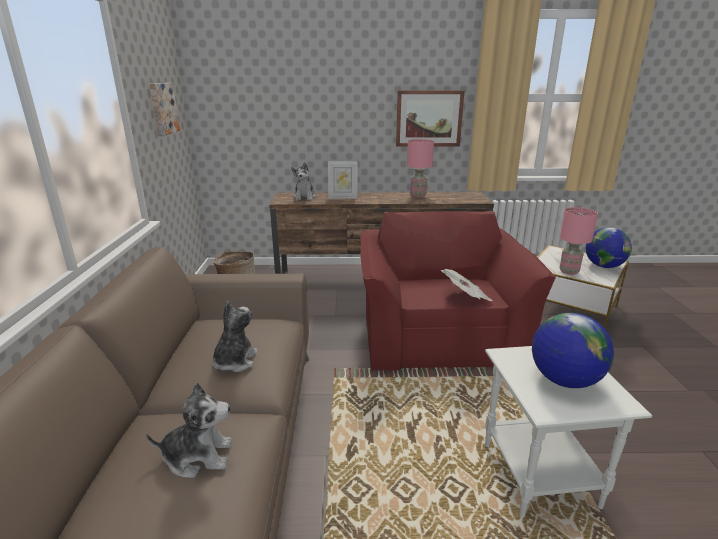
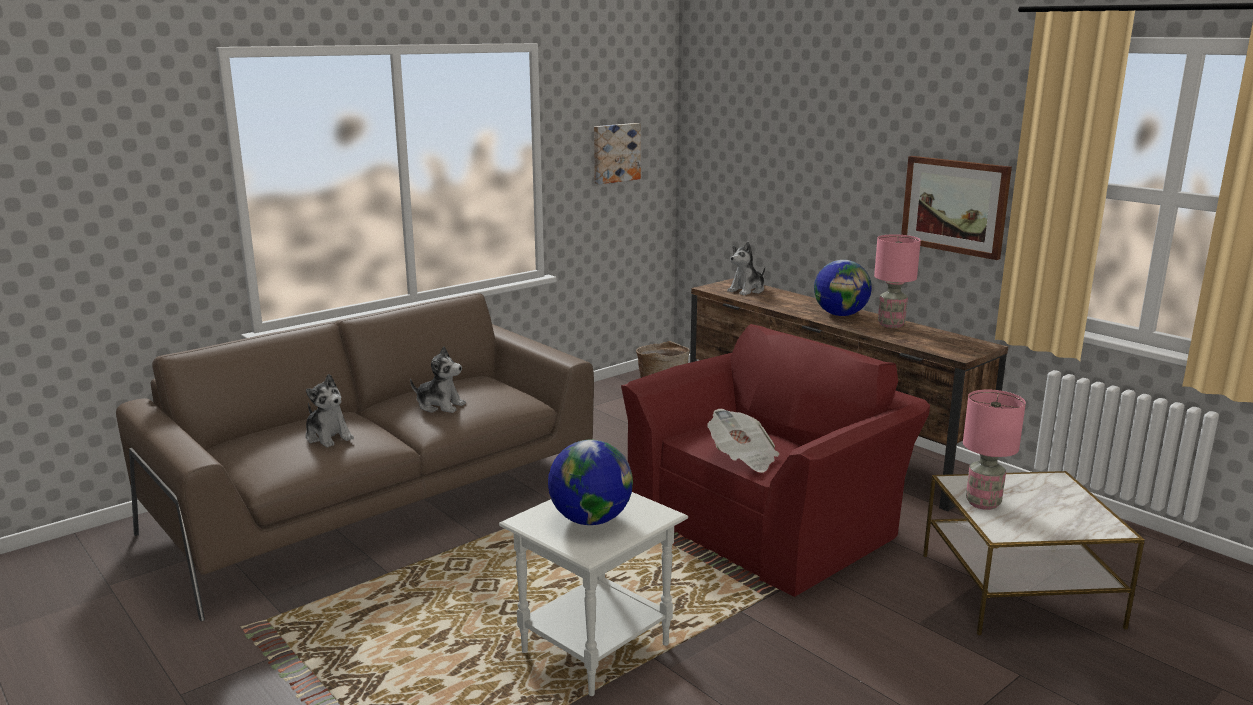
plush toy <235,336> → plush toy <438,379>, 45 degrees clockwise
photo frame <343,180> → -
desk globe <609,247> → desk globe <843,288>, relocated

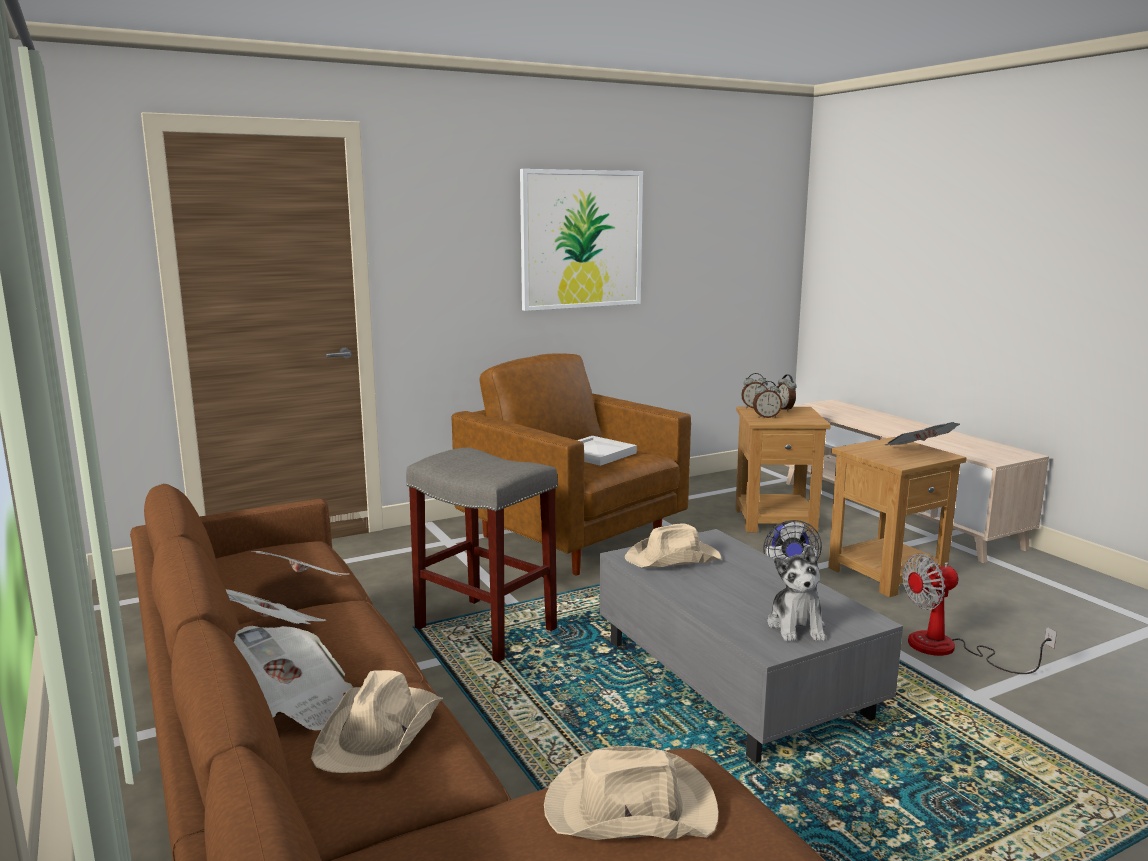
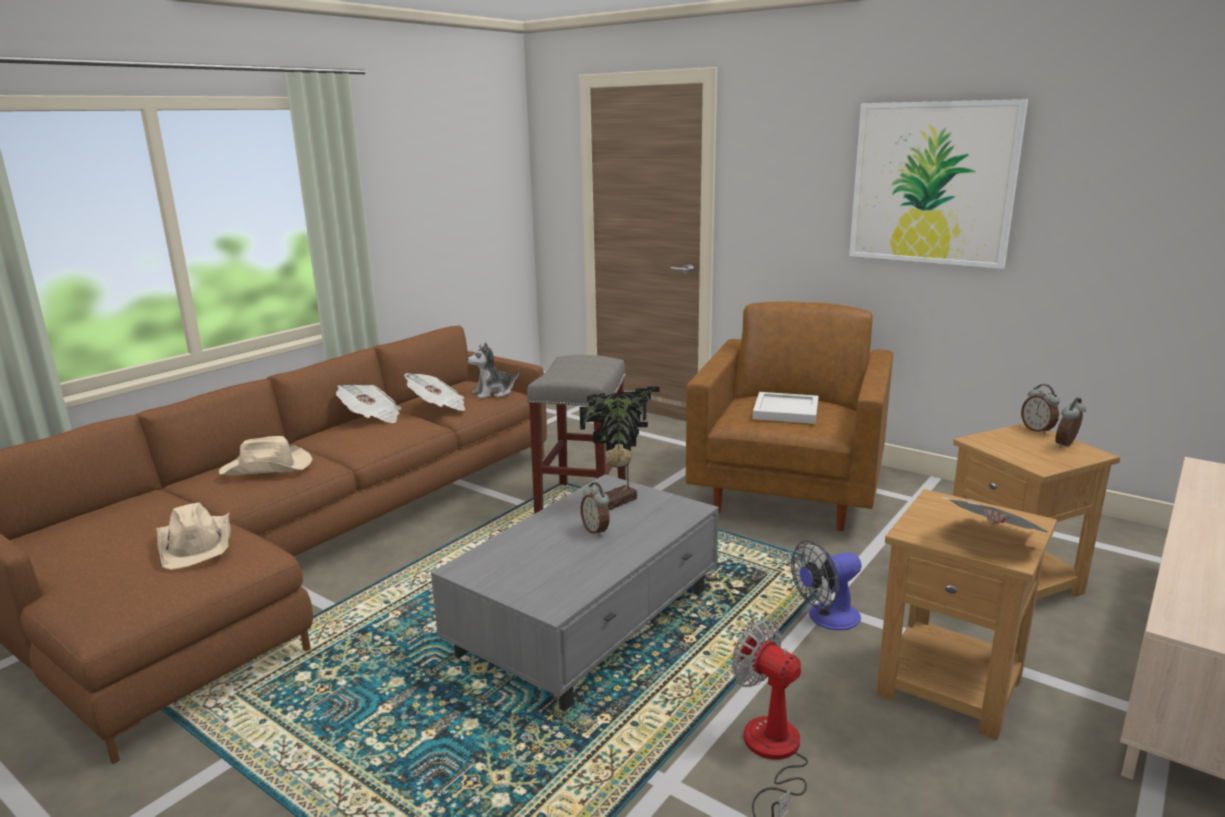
printed paper <293,678> → -
hat/beige-coloured <673,545> → plant in a pot <619,448>
alarm clock <767,399> → alarm clock <595,509>, relocated
plush toy <797,593> → plush toy <493,370>, relocated

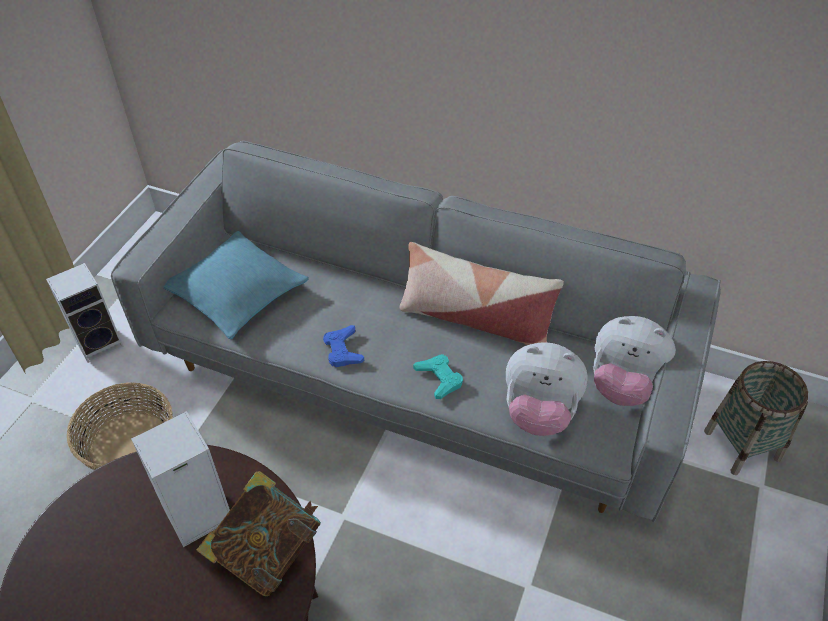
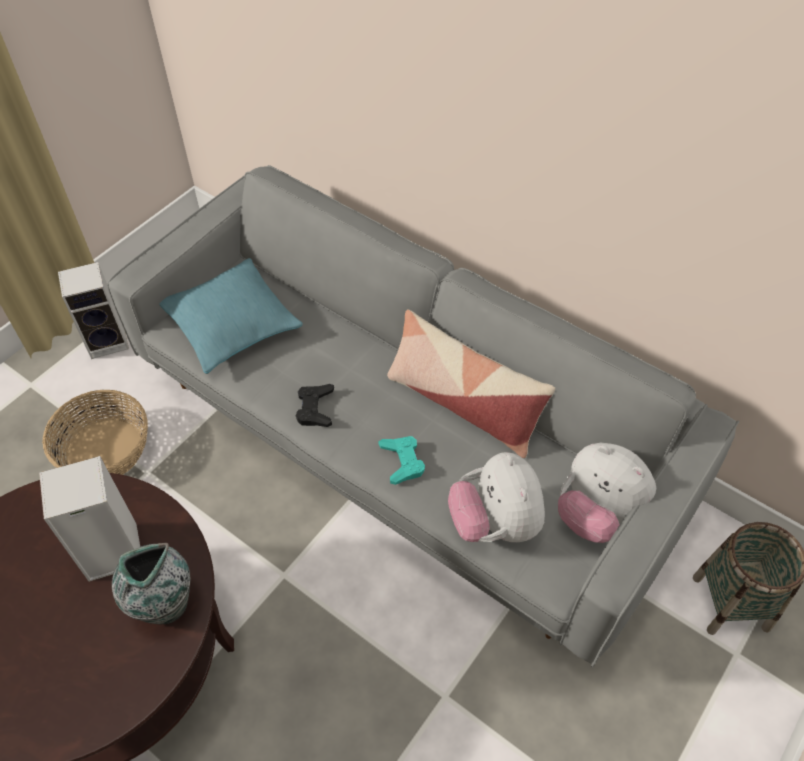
book <259,533> → decorative vase <151,583>
gamepad/blue <343,346> → gamepad/blackish <315,405>
plush toy <547,389> → plush toy <496,497>, 45 degrees clockwise

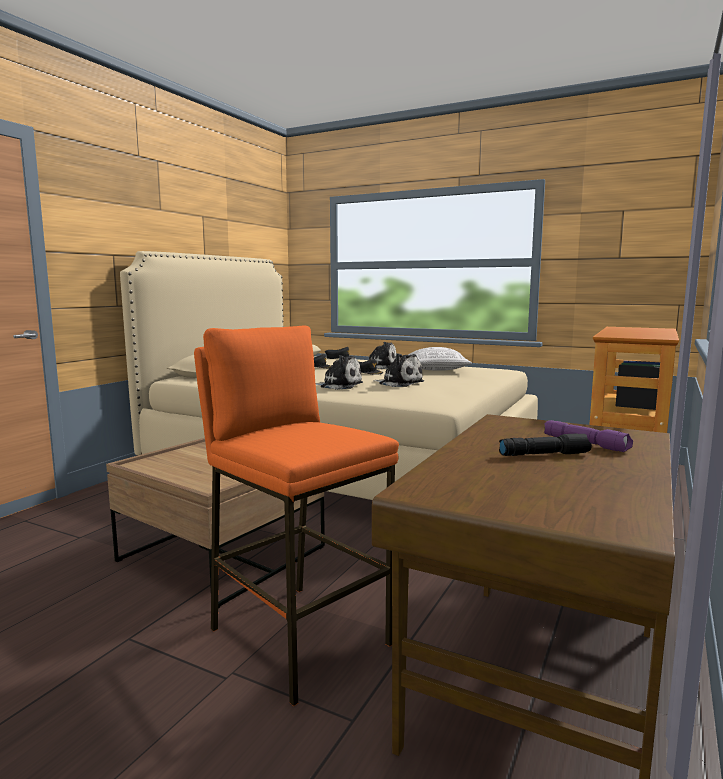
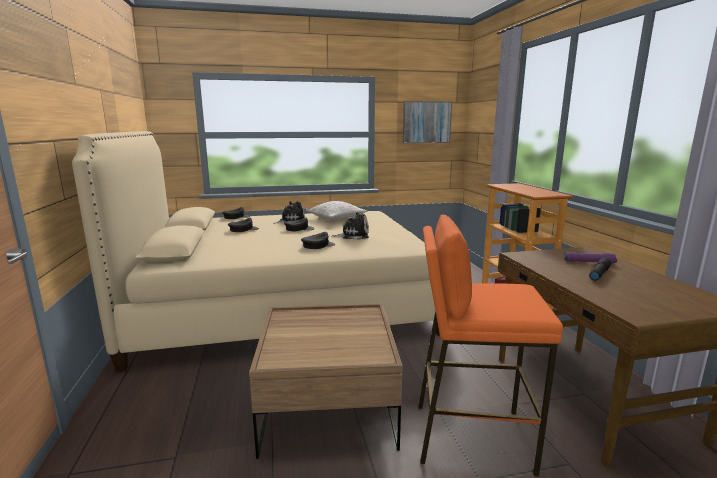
plush toy <339,372> → peaked cap/blackish <318,240>
- → picture <427,122>

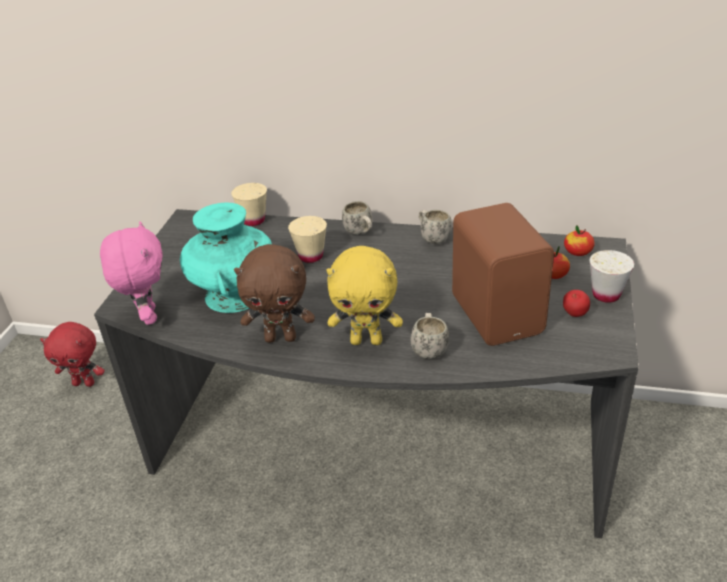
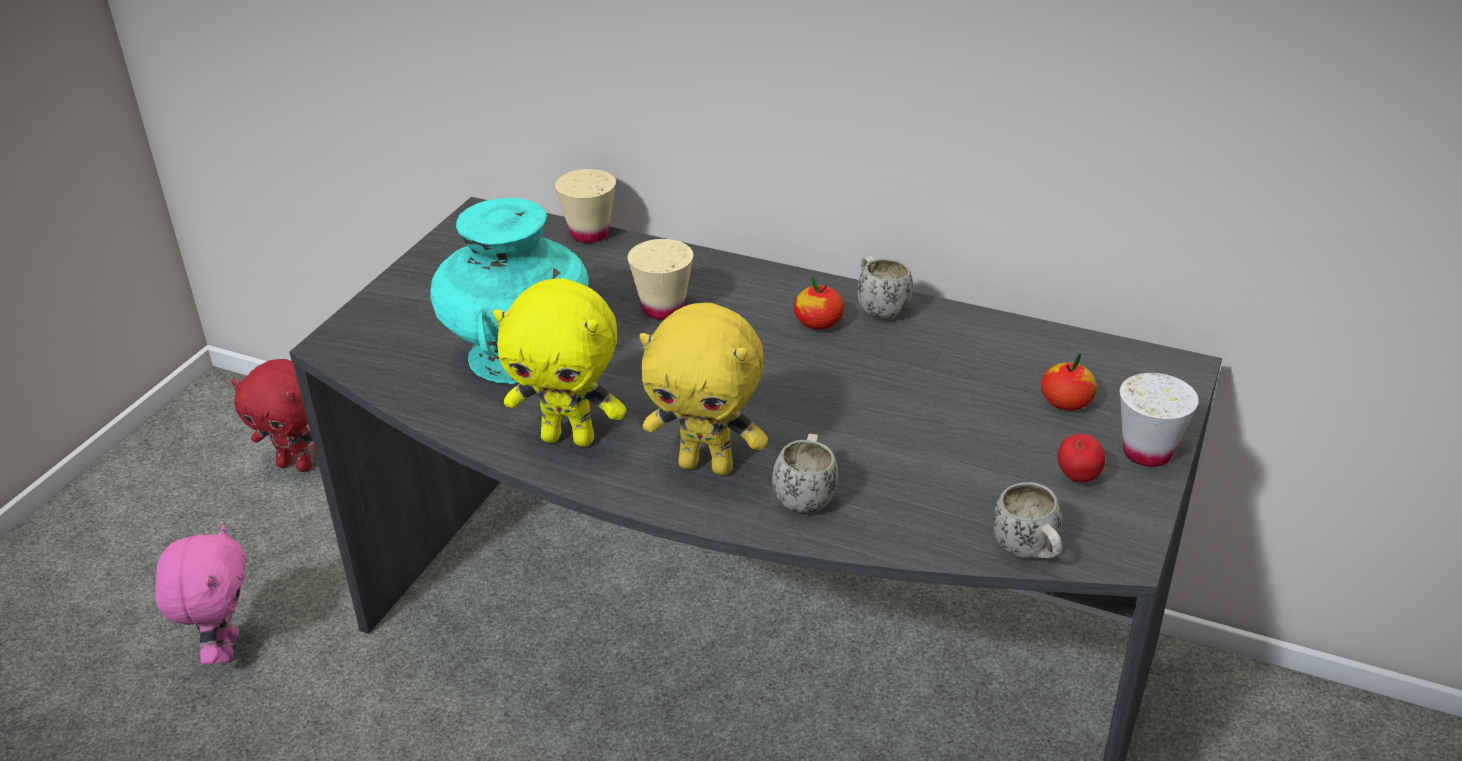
plush toy/pink-coloured <131,273> → plush toy/pink-coloured <200,595>, relocated
plush toy/brown <274,293> → plush toy/yellow <559,362>
coffee mug/white <357,218> → coffee mug/white <1028,520>, relocated
loudspeaker/brown <503,274> → -
apple fruit <579,240> → apple fruit <819,302>, relocated

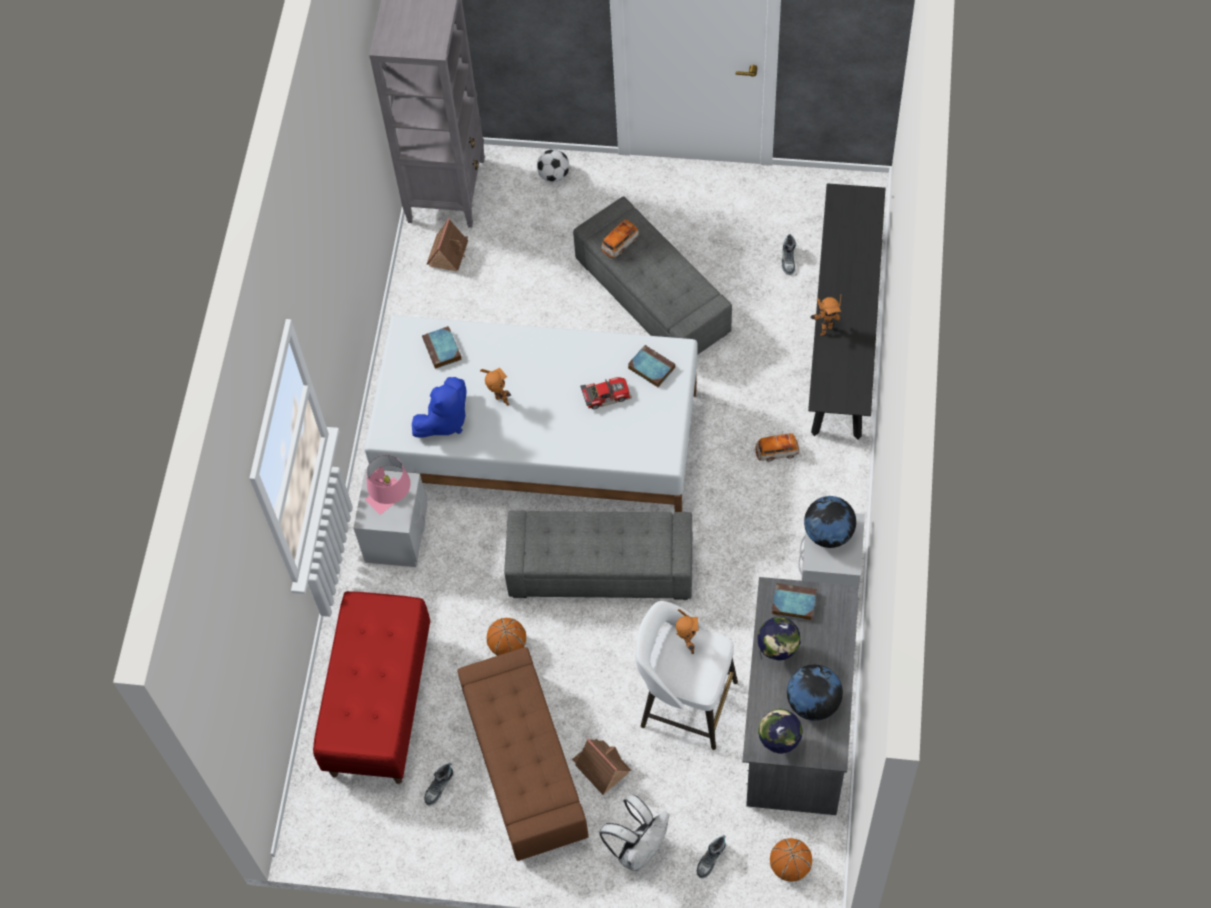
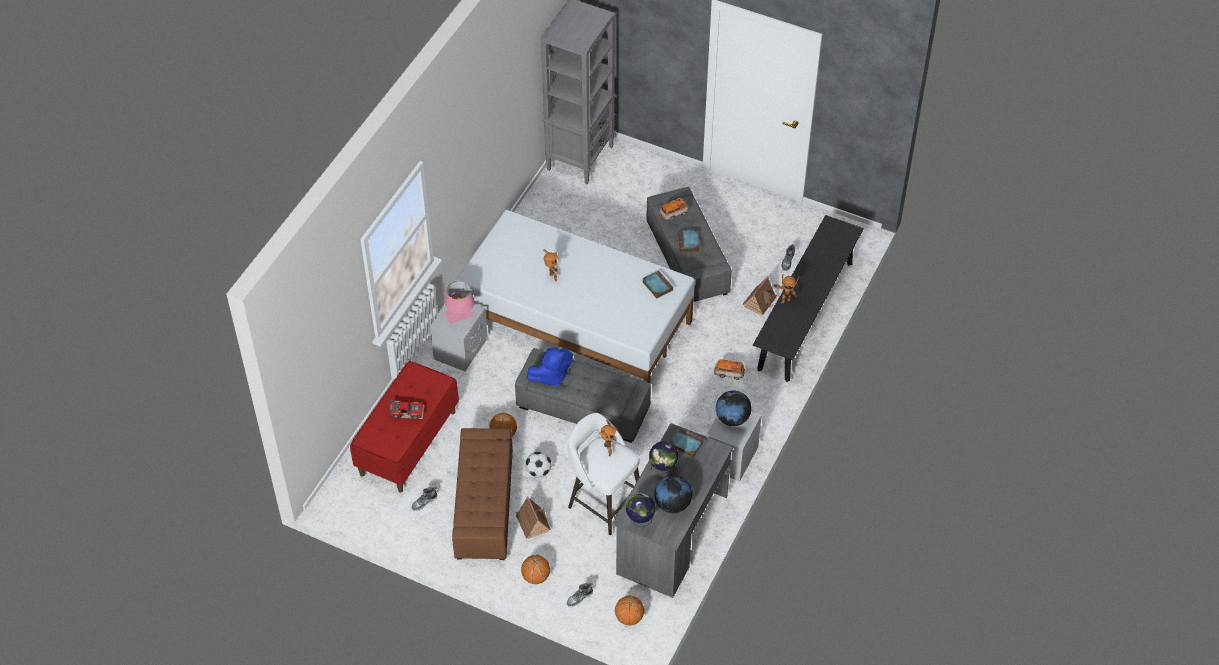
plush toy/blue <439,407> → plush toy/blue <550,367>, relocated
book <442,347> → book <688,241>, relocated
miniature house <447,244> → miniature house <759,296>, relocated
football <553,165> → football <538,464>, relocated
model car <606,393> → model car <407,409>, relocated
knapsack/white <634,833> → ball for basketball <535,569>

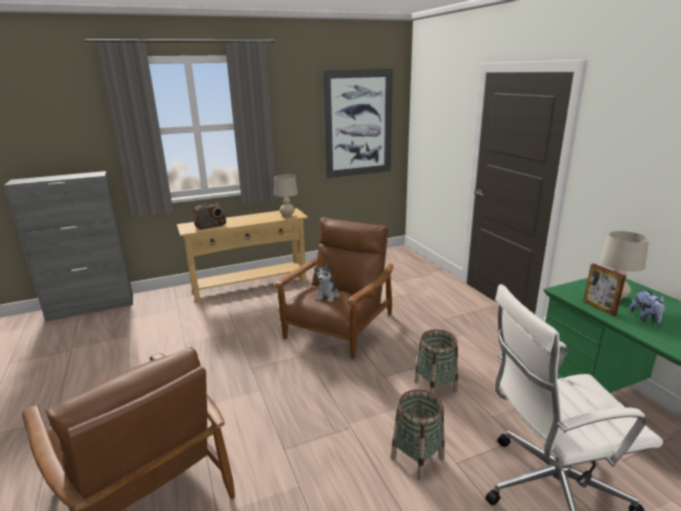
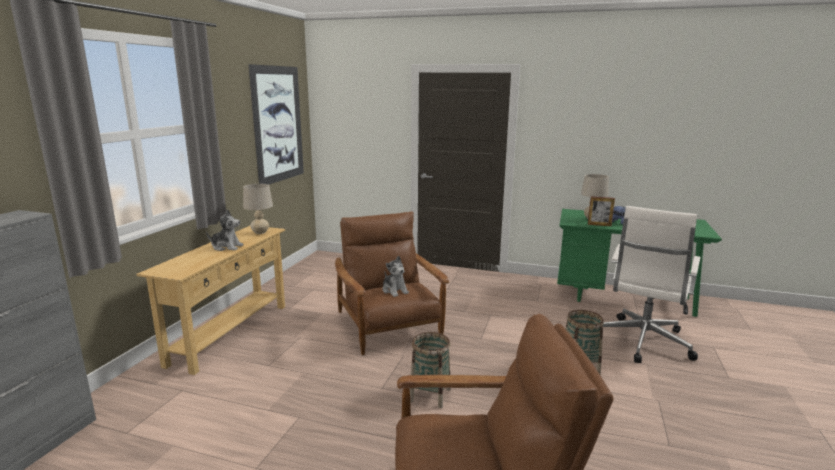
radio <210,215> → -
household basket <436,362> → household basket <430,370>, relocated
- → plush toy <224,230>

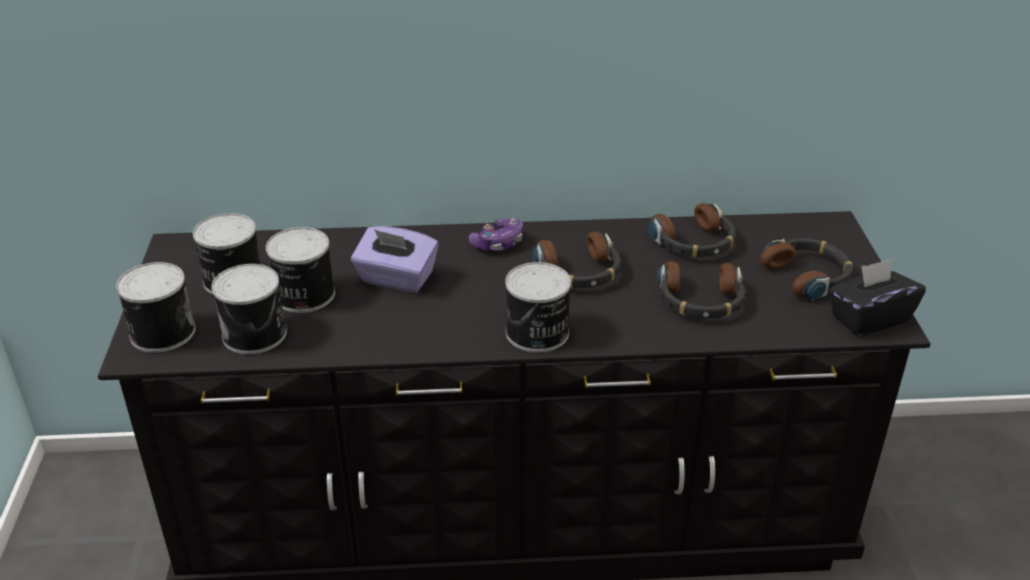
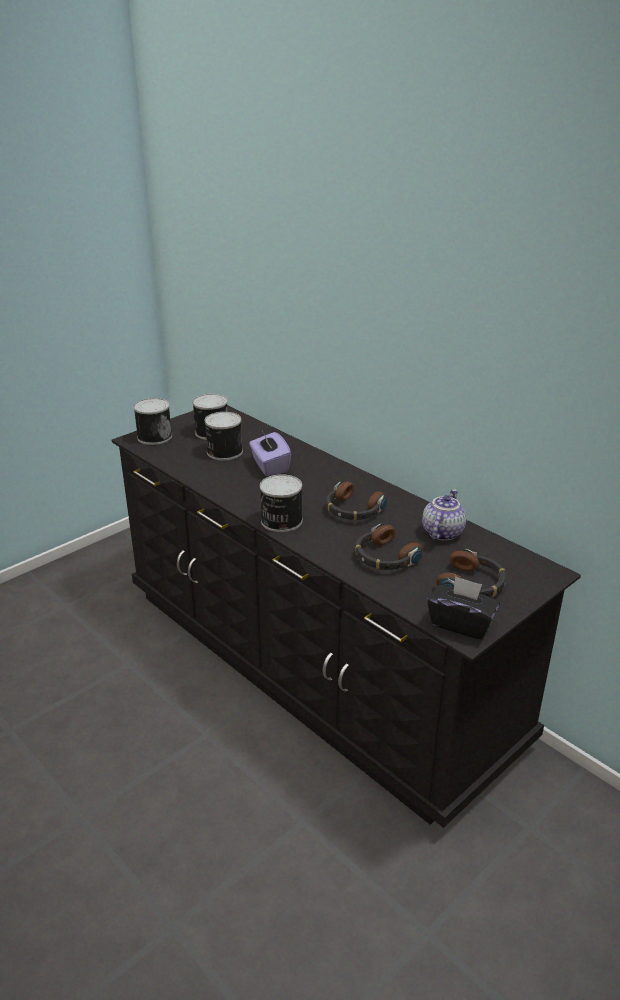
sealed can <249,309> → -
gamepad <496,234> → -
headset <692,230> → teapot <444,515>

